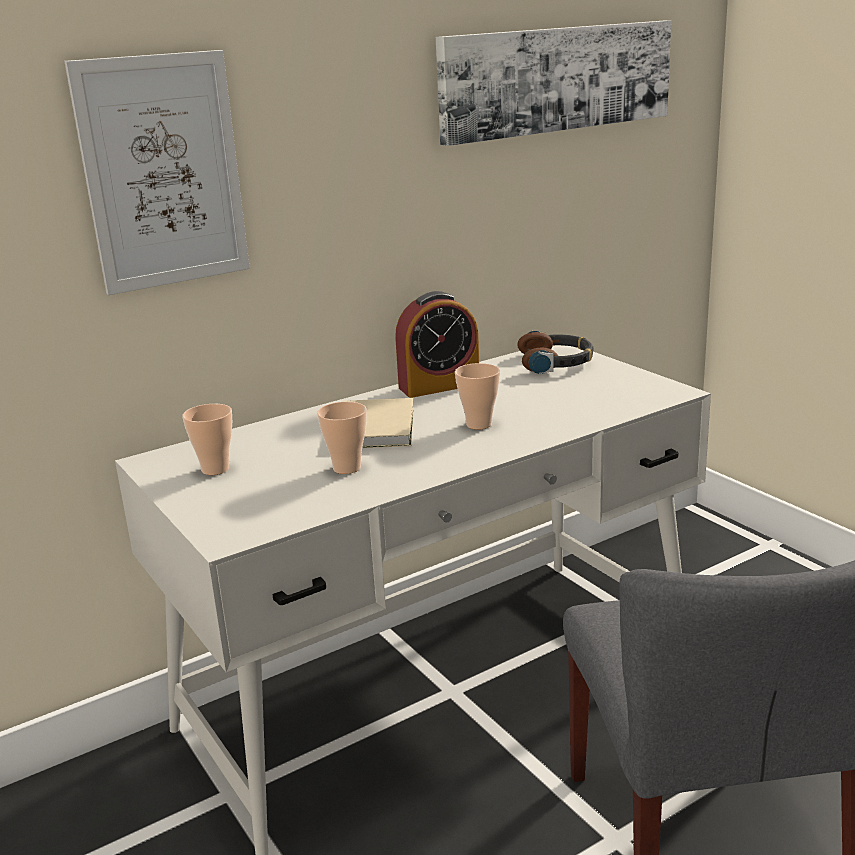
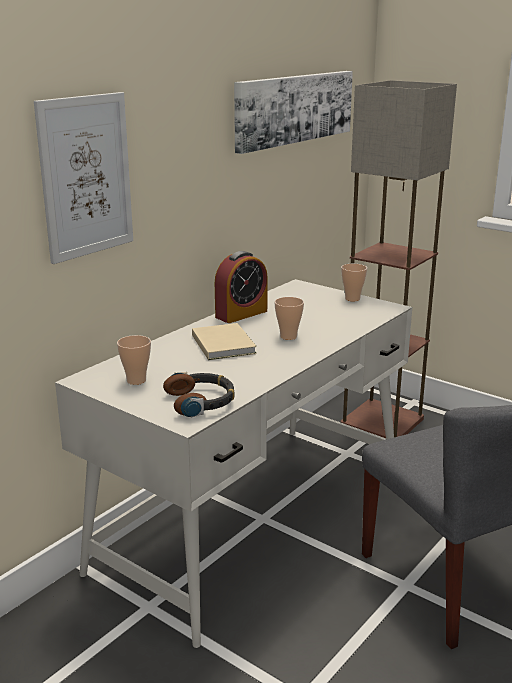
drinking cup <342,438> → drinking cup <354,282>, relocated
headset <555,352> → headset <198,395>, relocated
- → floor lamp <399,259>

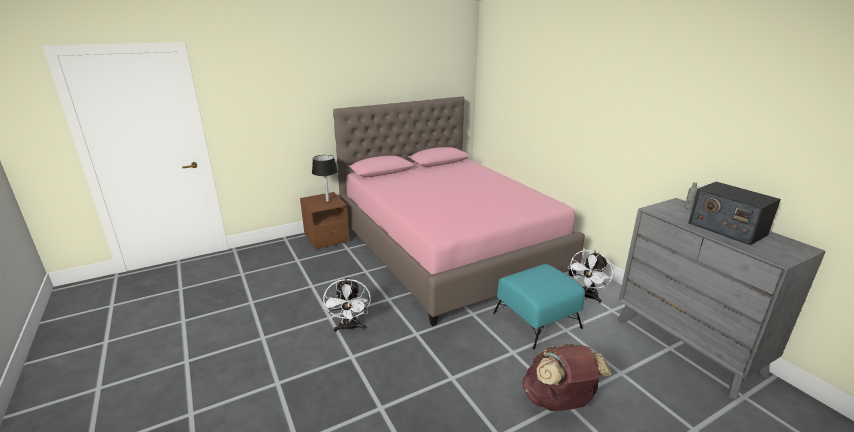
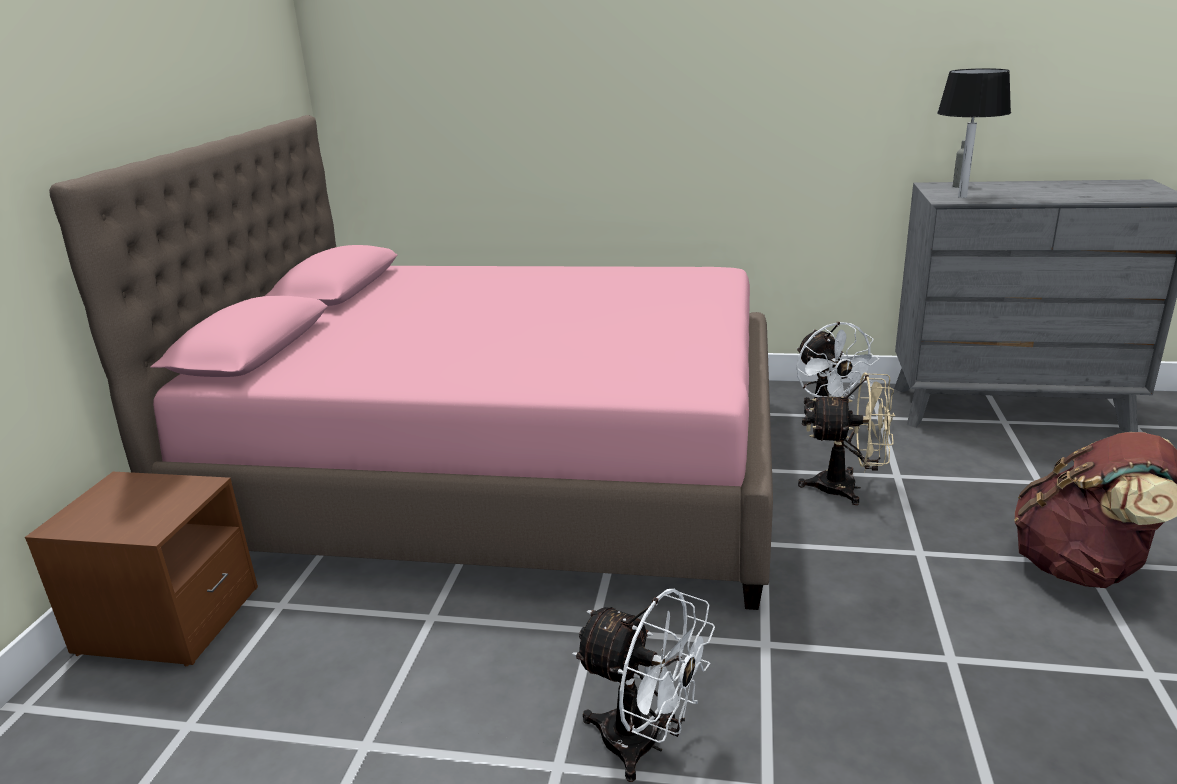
table lamp/blackish <325,178> → table lamp/blackish <974,133>, relocated
ottoman/blue-green <539,306> → cooling fan/beige-coloured <846,439>
radio <734,213> → -

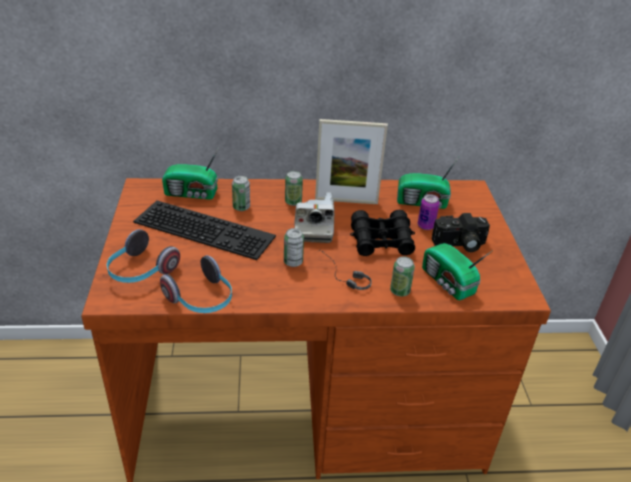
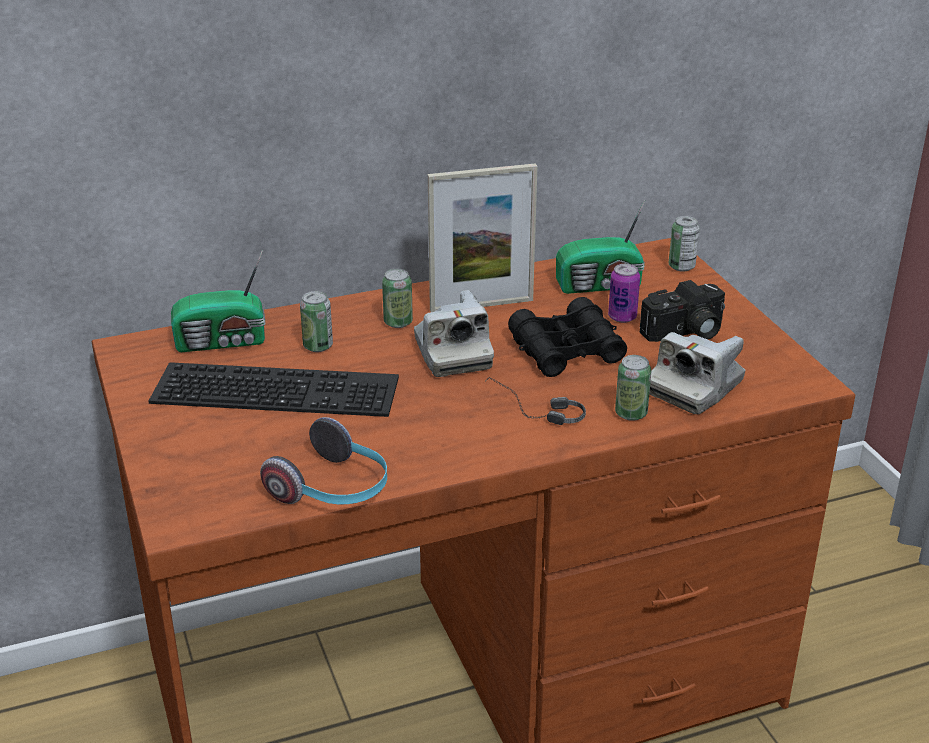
headset <143,256> → -
sealed can <294,247> → sealed can <684,244>, relocated
radio <457,271> → photo camera <697,373>

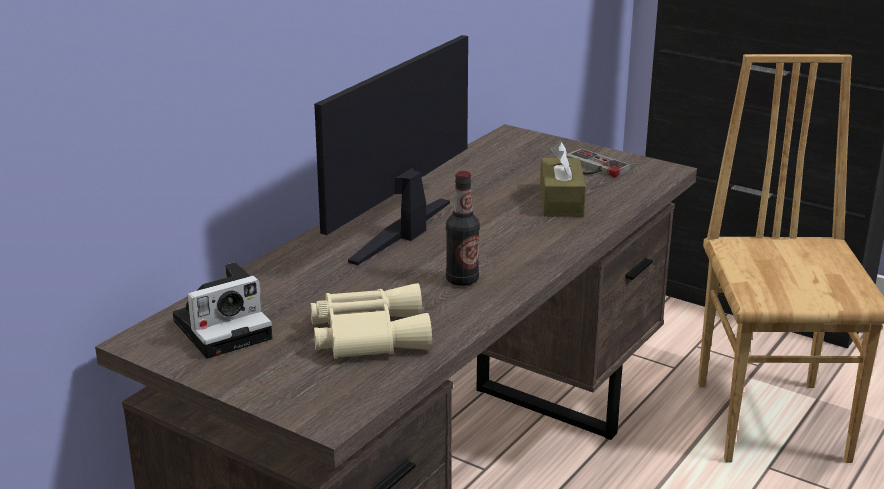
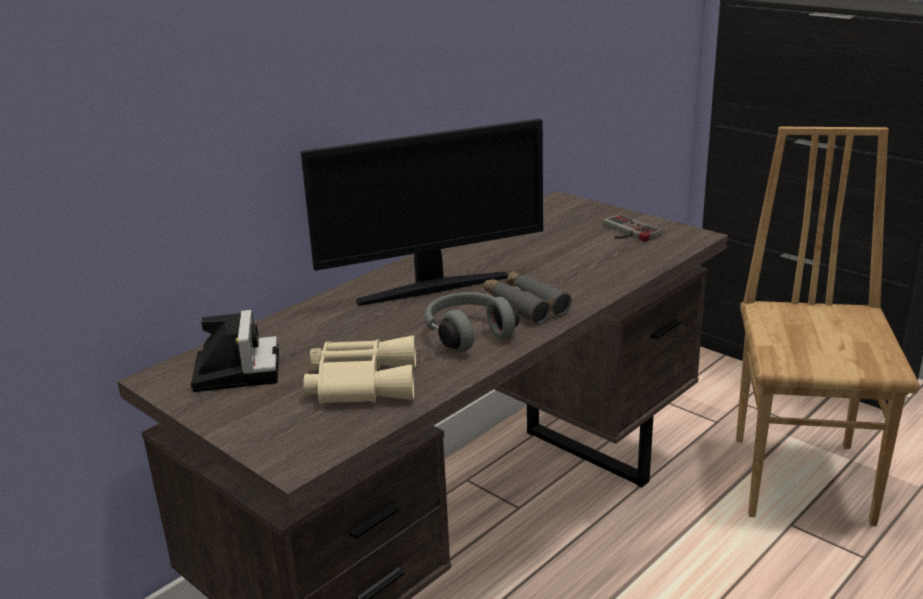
photo camera <222,310> → photo camera <235,351>, 75 degrees counterclockwise
computer screen <391,150> → computer screen <422,212>, 150 degrees counterclockwise
drink bottle <463,228> → headset/gray <471,322>
tissue holder/brown <563,179> → -
- → binoculars/gray <527,298>

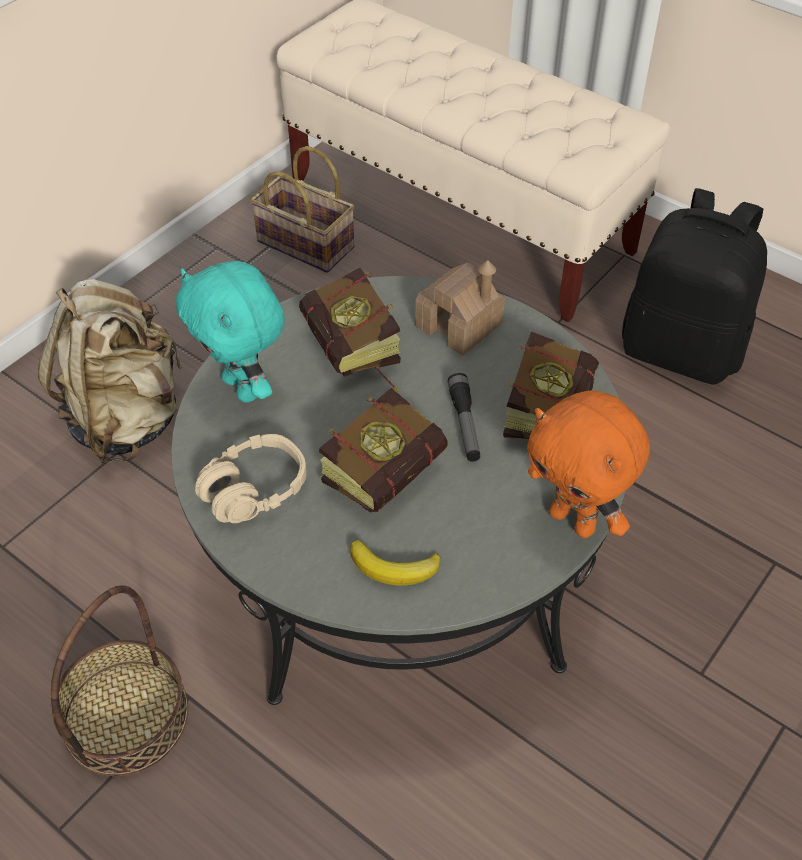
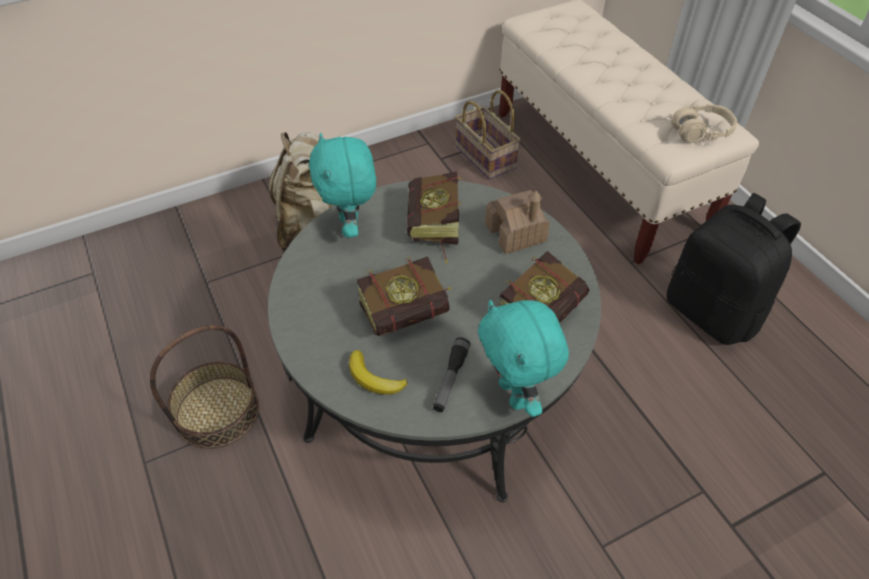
headset/beige-coloured <251,478> → headset/beige-coloured <704,123>, relocated
torch <463,417> → torch <452,374>, relocated
plush toy/orange-coloured <588,464> → plush toy/blue-green <523,358>

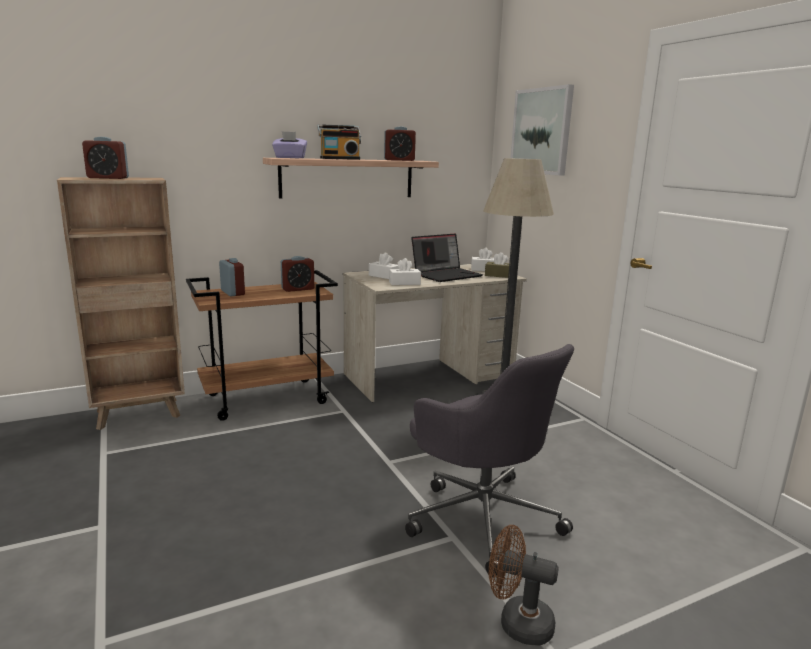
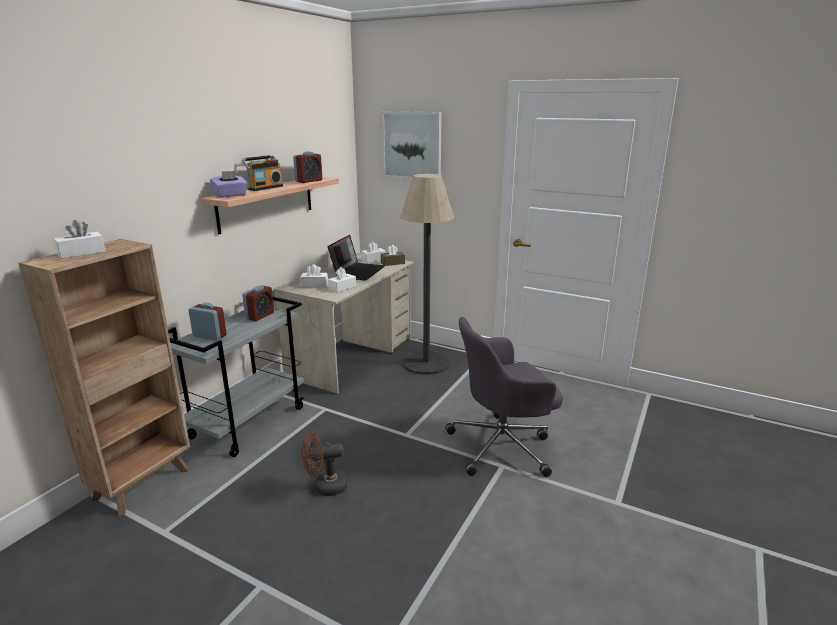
alarm clock <105,158> → tissue holder/white <79,239>
trolley/brown <262,345> → trolley/gray <236,377>
desk chair/gray <489,460> → desk chair/gray <504,397>, 150 degrees clockwise
cooling fan/brown <524,585> → cooling fan/brown <324,464>, relocated

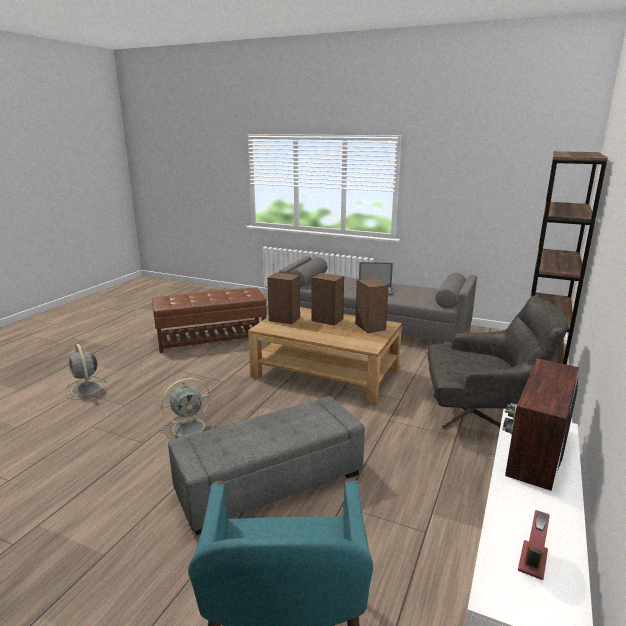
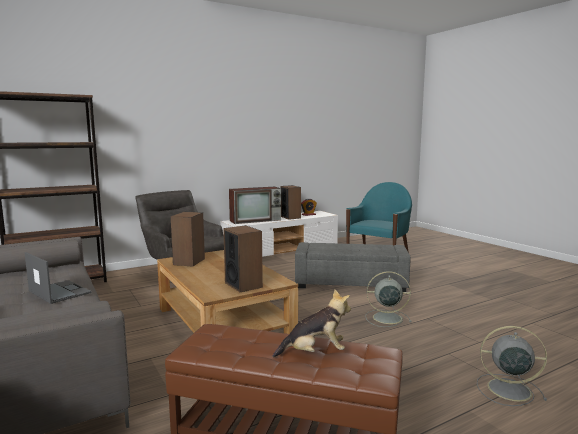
cooling fan/gray <87,372> → cooling fan/gray <512,366>, 75 degrees counterclockwise
loudspeaker <327,299> → loudspeaker <290,202>, relocated
- → plush toy <312,323>

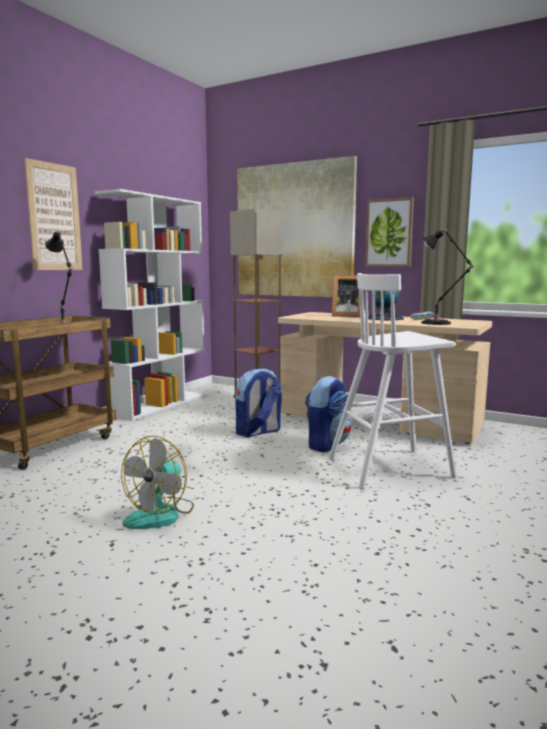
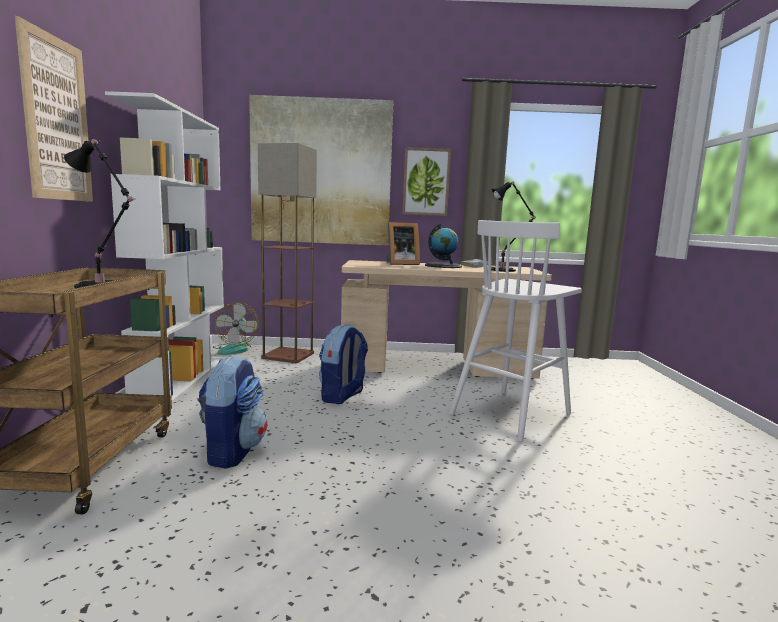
cooling fan <157,482> → cooling fan <236,328>, relocated
knapsack <328,414> → knapsack <232,412>, relocated

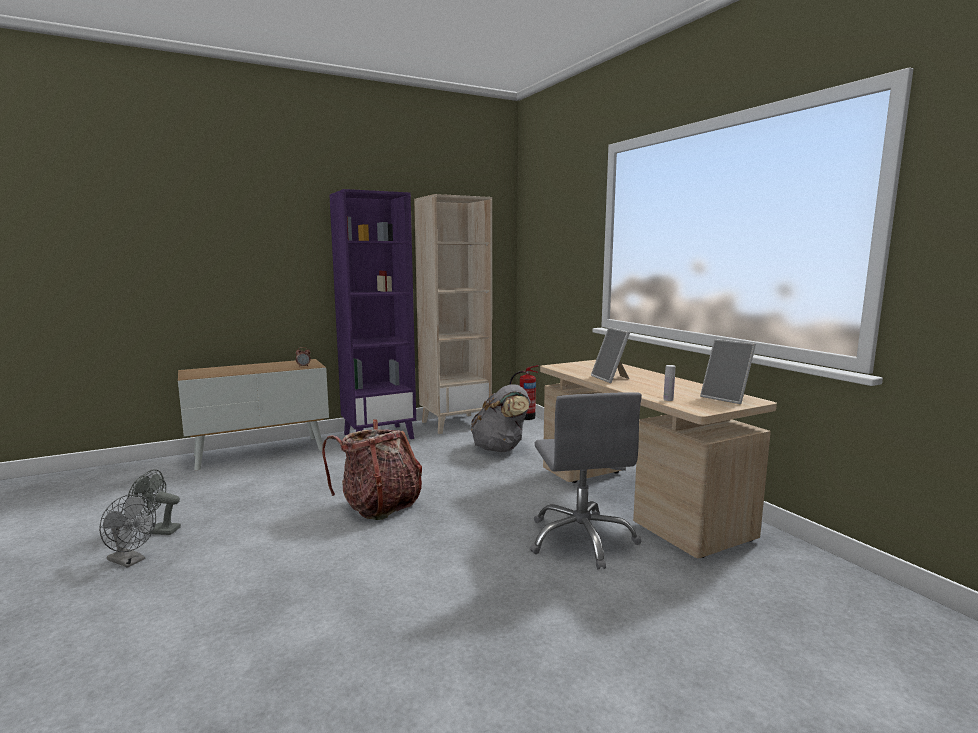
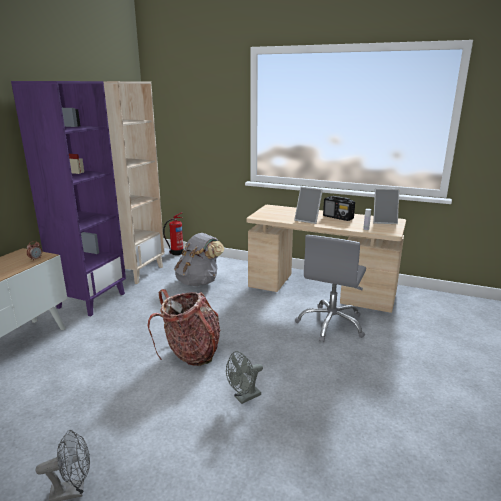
cooling fan/gray <154,502> → cooling fan/gray <244,377>, relocated
desk chair/gray <586,480> → desk chair/gray <330,288>, 75 degrees clockwise
- → radio <339,208>

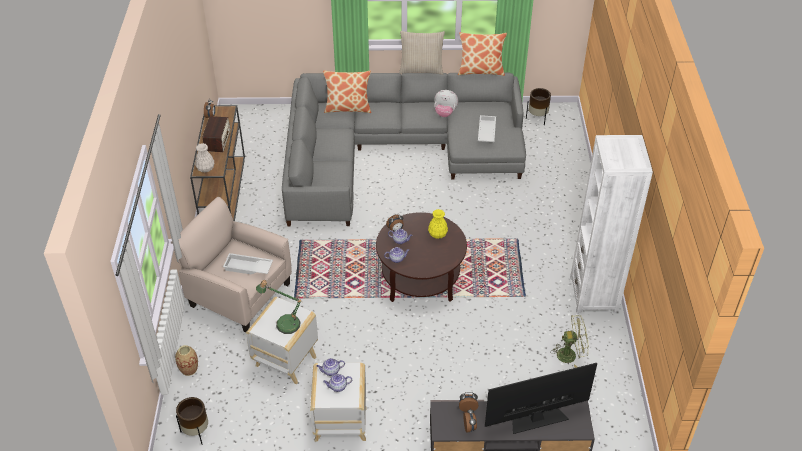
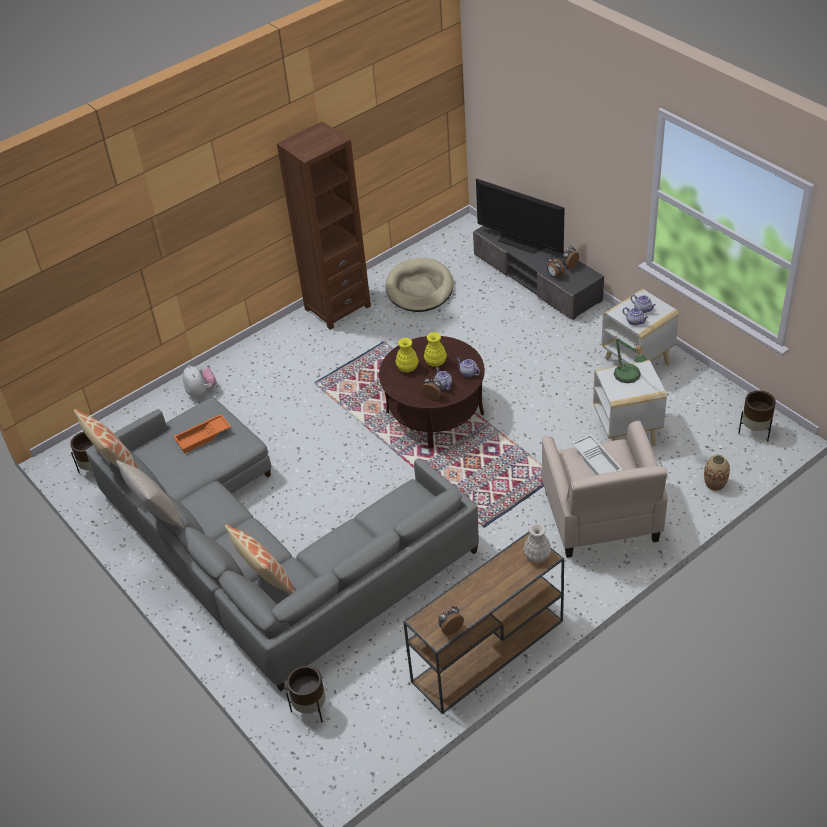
radio <216,134> → -
plush toy <446,103> → plush toy <200,381>, relocated
serving tray/white <487,128> → serving tray/orange-coloured <202,433>
cooling fan/green-coloured <569,341> → dog bed/beige-coloured <419,285>
shelving unit/white <611,224> → shelving unit/brown <324,225>
- → planter/brown <305,694>
- → decorative vase/yellow <435,349>

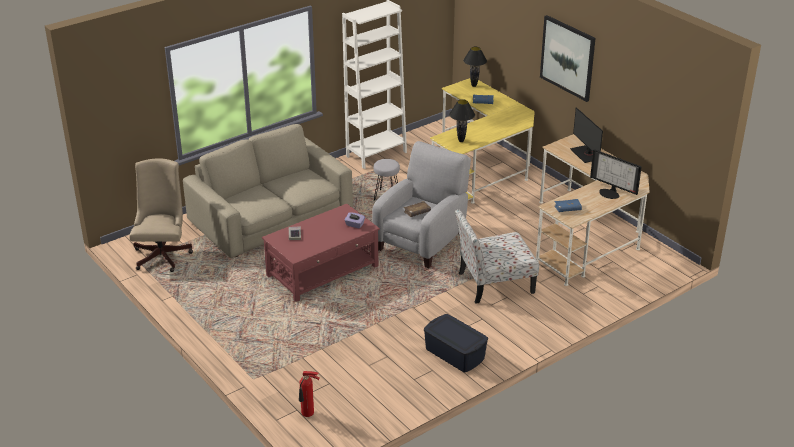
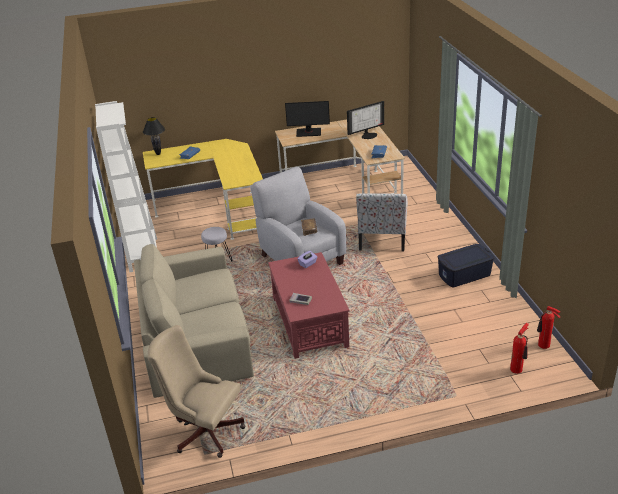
table lamp/blackish <462,120> → -
picture <567,58> → -
- → fire extinguisher <549,327>

